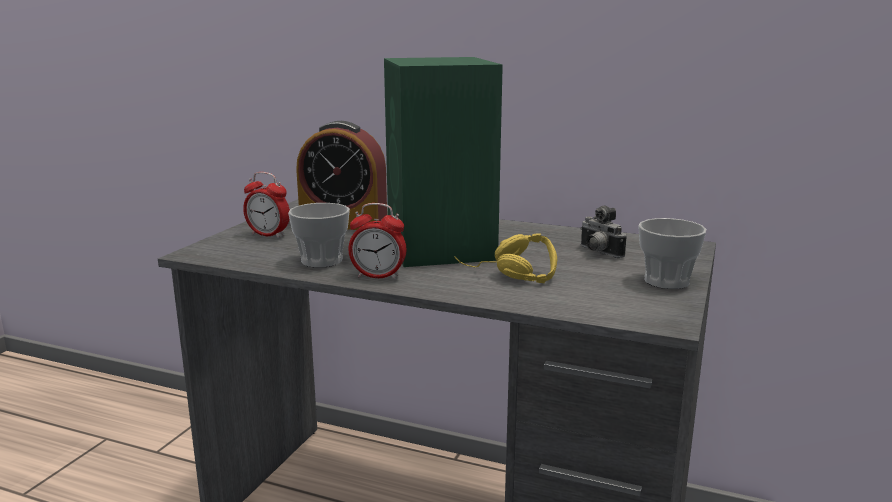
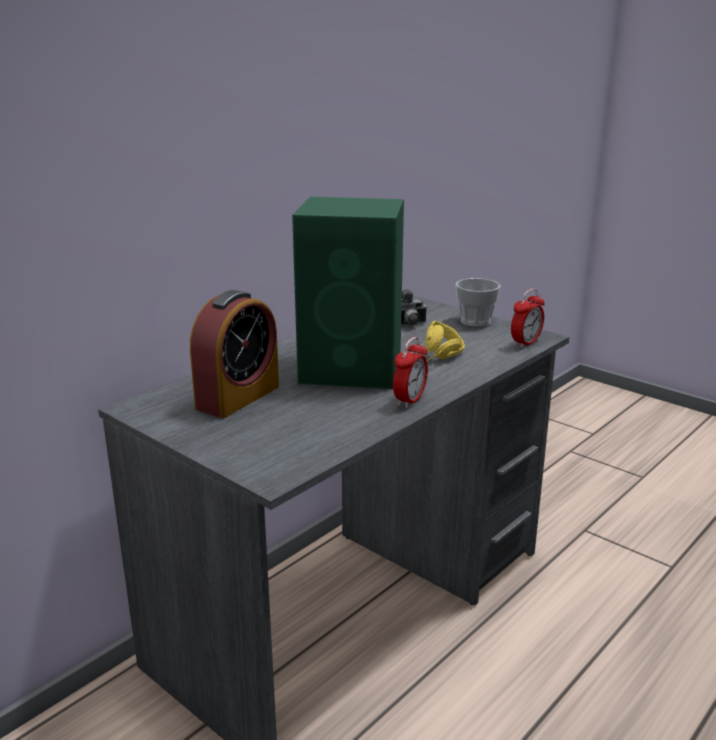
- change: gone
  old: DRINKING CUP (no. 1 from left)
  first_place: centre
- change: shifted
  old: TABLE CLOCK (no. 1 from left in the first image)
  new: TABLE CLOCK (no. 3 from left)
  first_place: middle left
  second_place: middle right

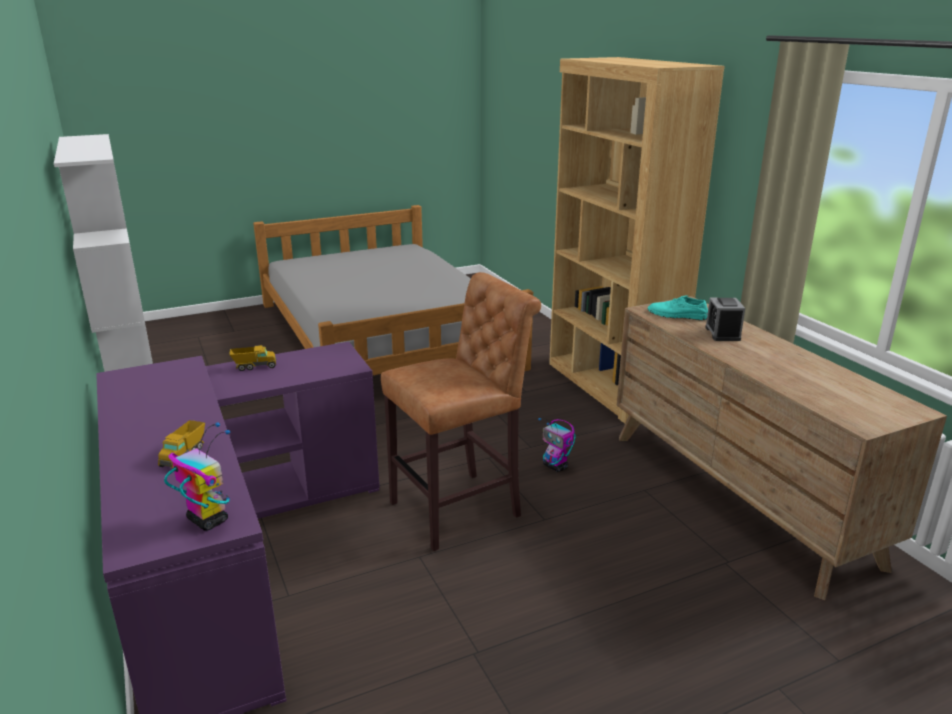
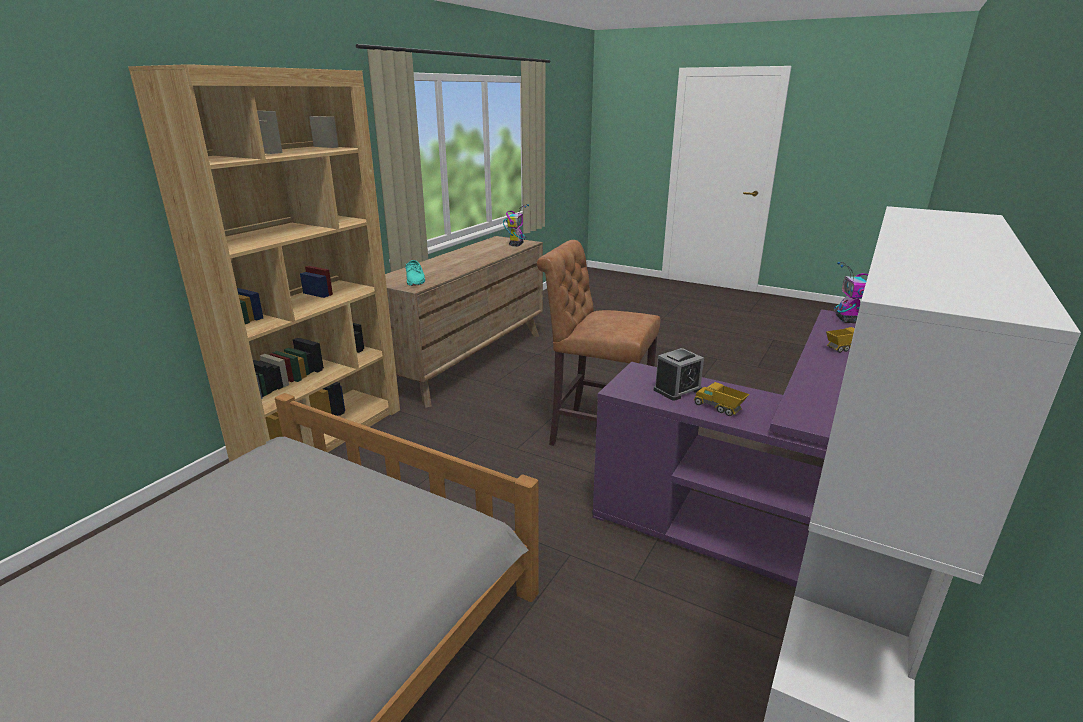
- change: shifted
  old: TOY ROBOT (no. 2 from left in the first image)
  new: TOY ROBOT (no. 1 from left)
  first_place: centre
  second_place: top centre
- change: shifted
  old: TABLE CLOCK
  first_place: middle right
  second_place: centre

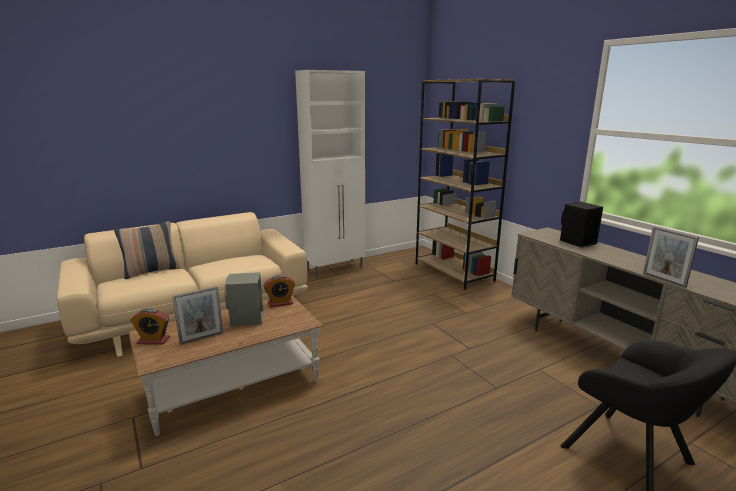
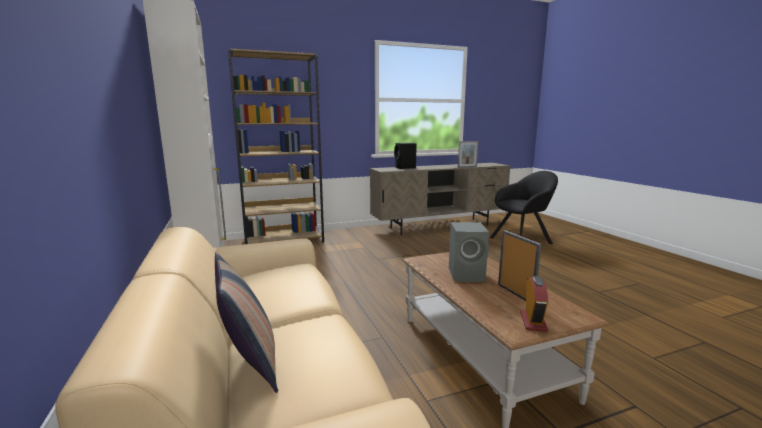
- change: gone
  old: TABLE CLOCK (no. 2 from left)
  first_place: centre

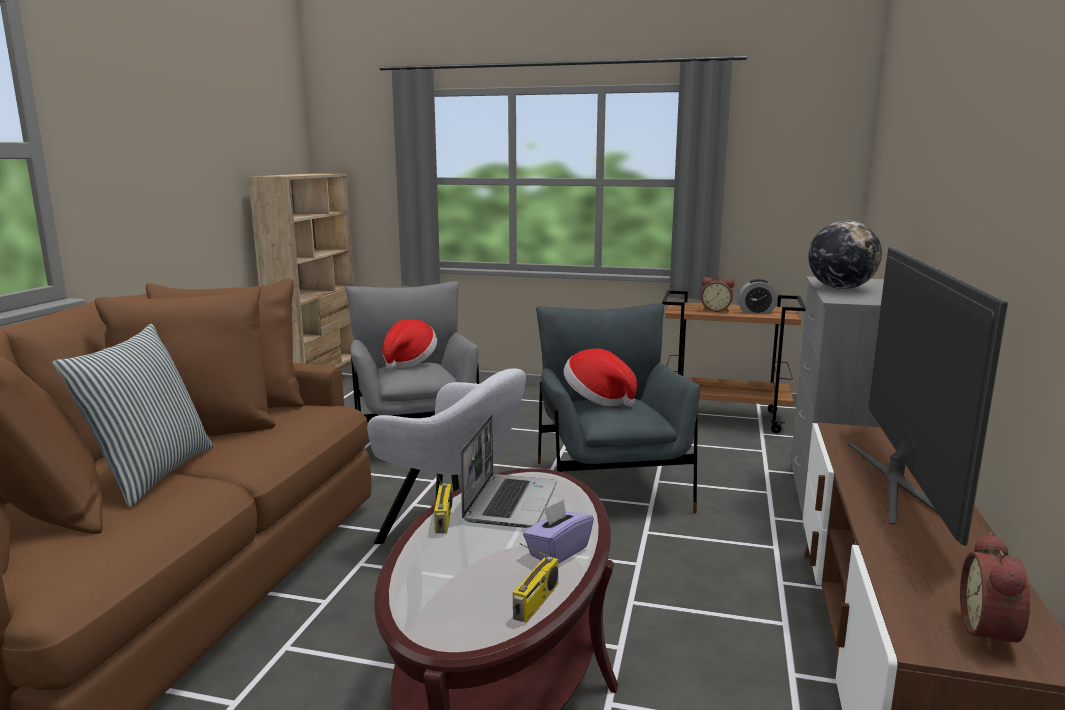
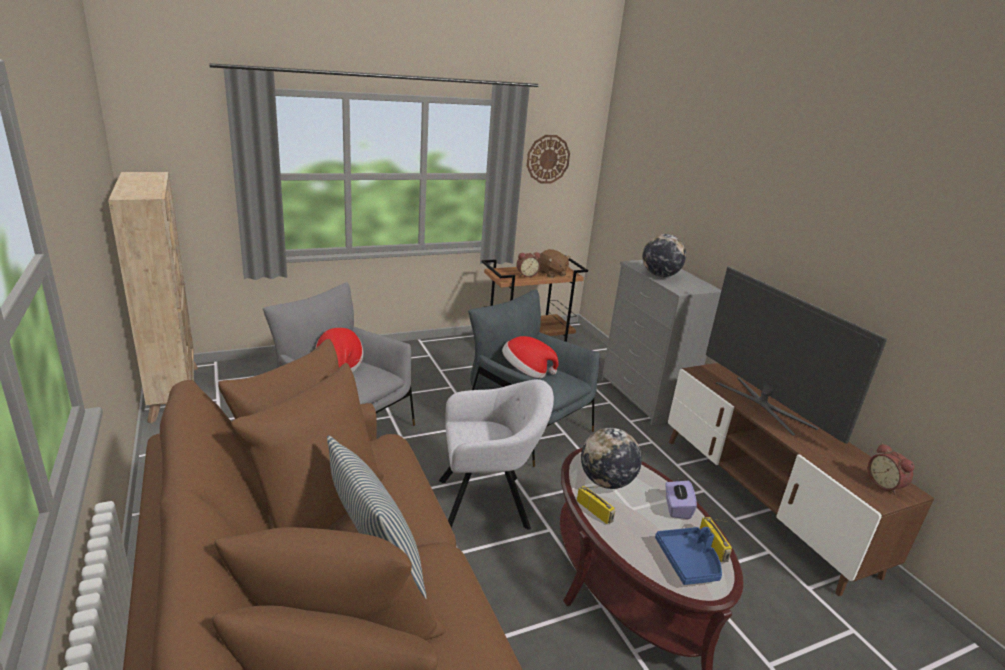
- change: new
  new: HANGING CLOCK
  second_place: top centre
- change: new
  new: BLUE SERVING TRAY
  second_place: bottom right
- change: swapped
  old: LAPTOP
  new: DESK GLOBE (no. 1 from left)
  first_place: centre
  second_place: bottom centre
- change: swapped
  old: TABLE CLOCK (no. 2 from left)
  new: BROWNISH PLUSH TOY
  first_place: middle right
  second_place: centre

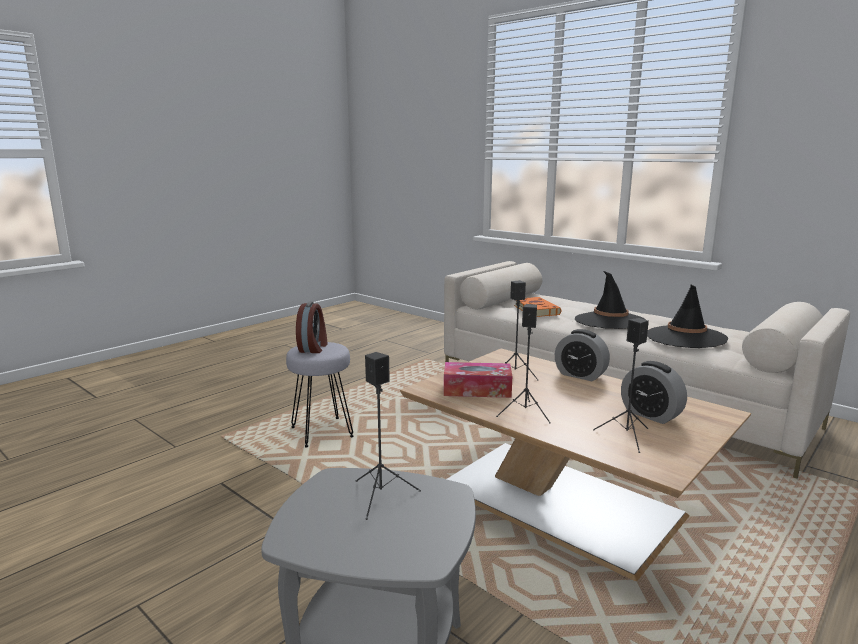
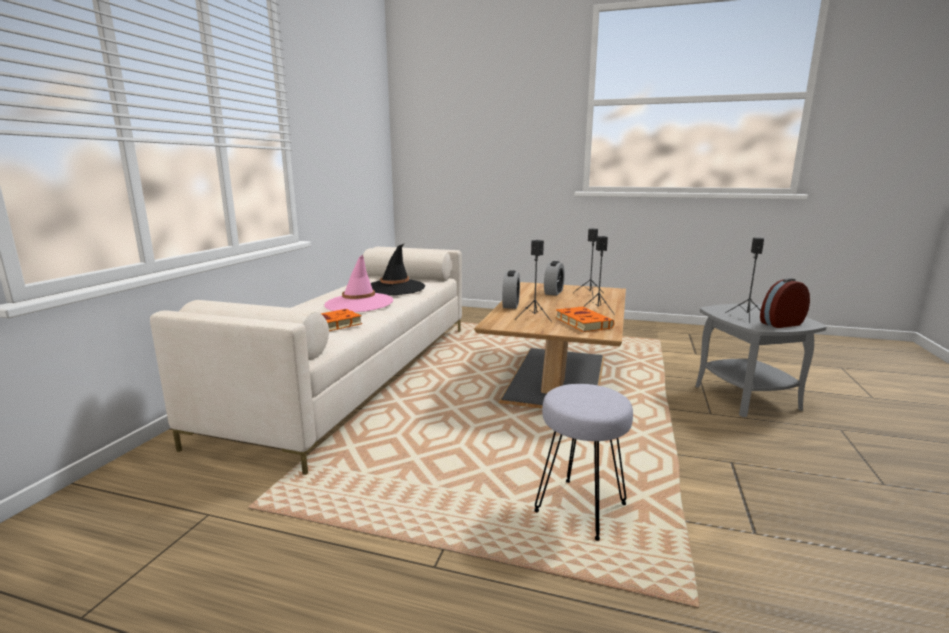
- change: shifted
  old: TABLE CLOCK (no. 1 from left in the first image)
  new: TABLE CLOCK (no. 3 from left)
  first_place: centre
  second_place: middle right
- change: swapped
  old: BOX OF TISSUES
  new: ORANGE-COLOURED VOLUME (no. 2 from left)
  first_place: centre
  second_place: centre
- change: repainted
  old: BLACKISH HAT (no. 1 from left)
  new: PINK HAT
  first_place: middle right
  second_place: centre

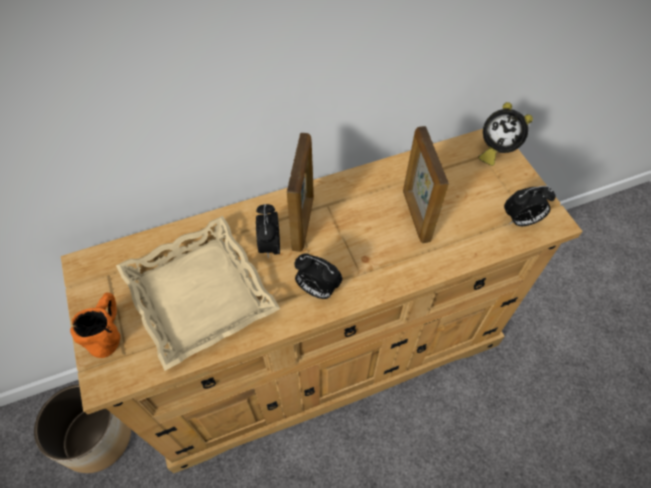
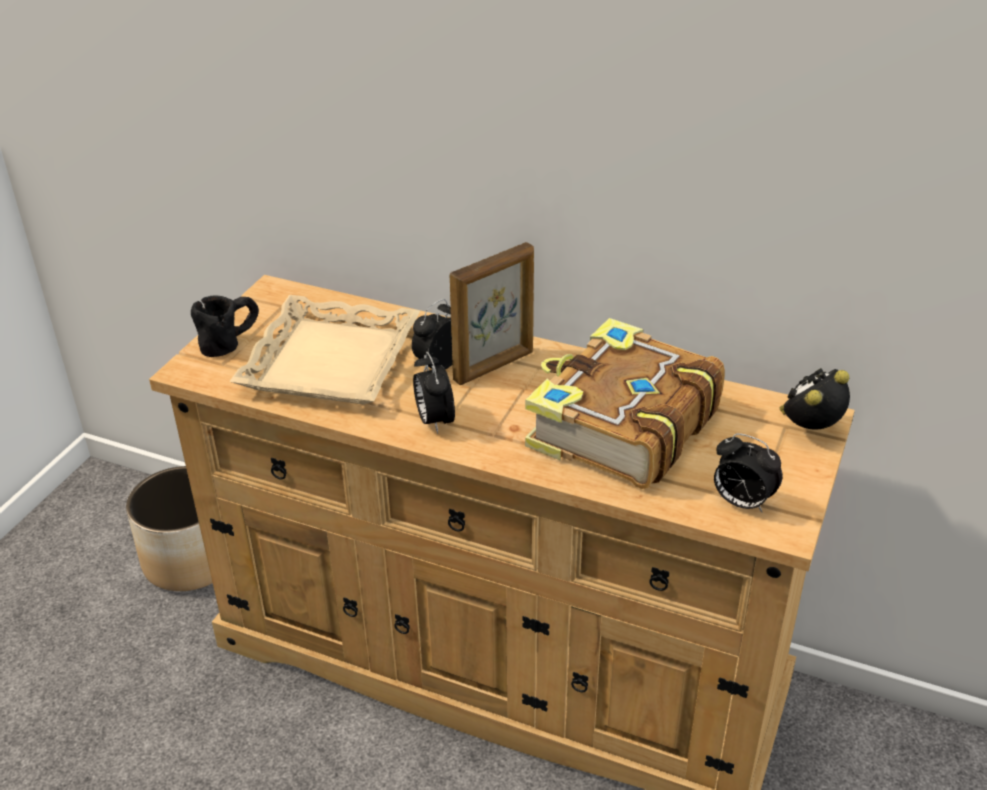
- change: swapped
  old: PICTURE FRAME (no. 2 from left)
  new: VOLUME
  first_place: centre
  second_place: centre
- change: repainted
  old: ORANGE-COLOURED COFFEE MUG
  new: BLACKISH COFFEE MUG
  first_place: middle left
  second_place: middle left
- change: rotated
  old: TABLE CLOCK (no. 3 from left in the first image)
  first_place: top right
  second_place: middle right
  degrees: 75

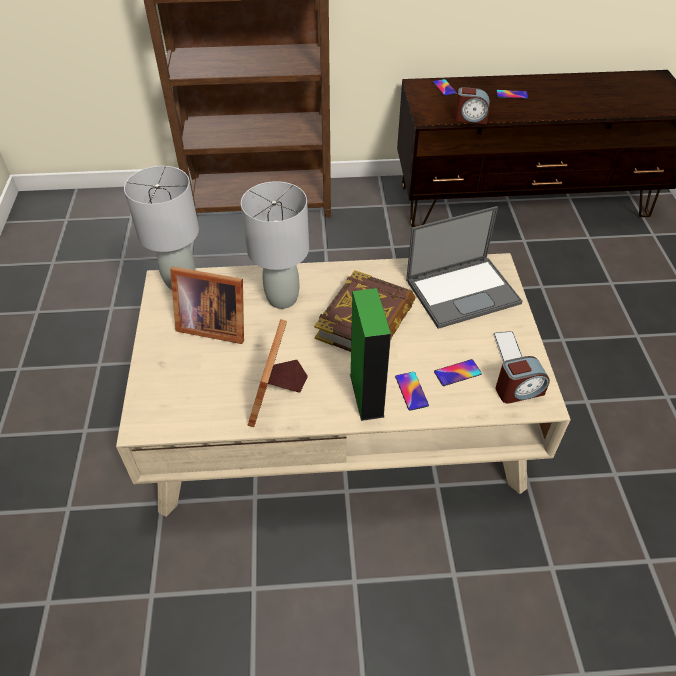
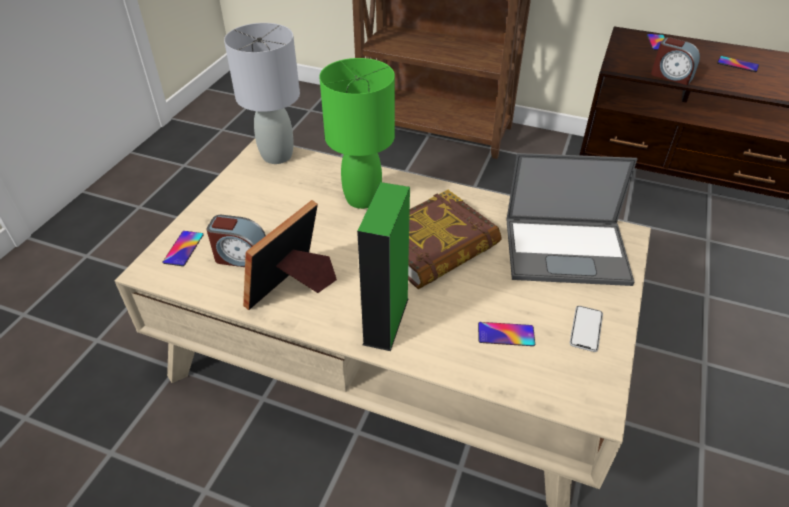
- change: gone
  old: PICTURE FRAME (no. 1 from left)
  first_place: middle left
- change: shifted
  old: PHONE (no. 1 from left)
  first_place: centre
  second_place: middle left
- change: shifted
  old: TABLE CLOCK (no. 2 from left in the first image)
  new: TABLE CLOCK (no. 1 from left)
  first_place: middle right
  second_place: middle left
- change: repainted
  old: GRAY TABLE LAMP (no. 2 from left)
  new: GREEN TABLE LAMP
  first_place: centre
  second_place: top centre

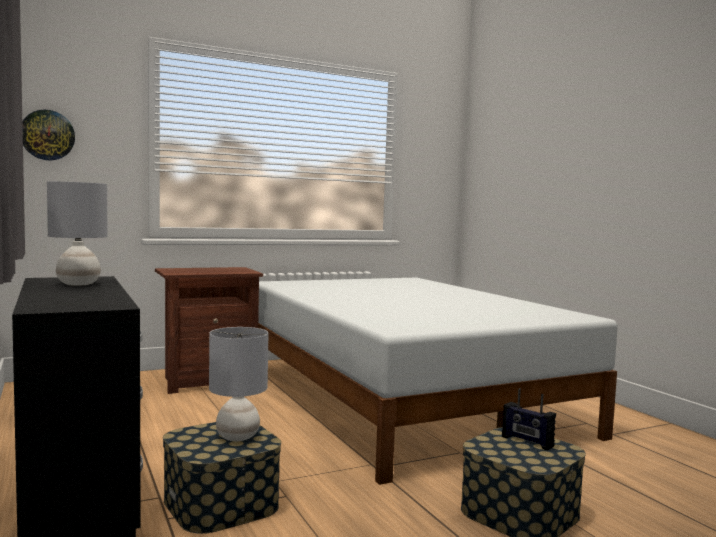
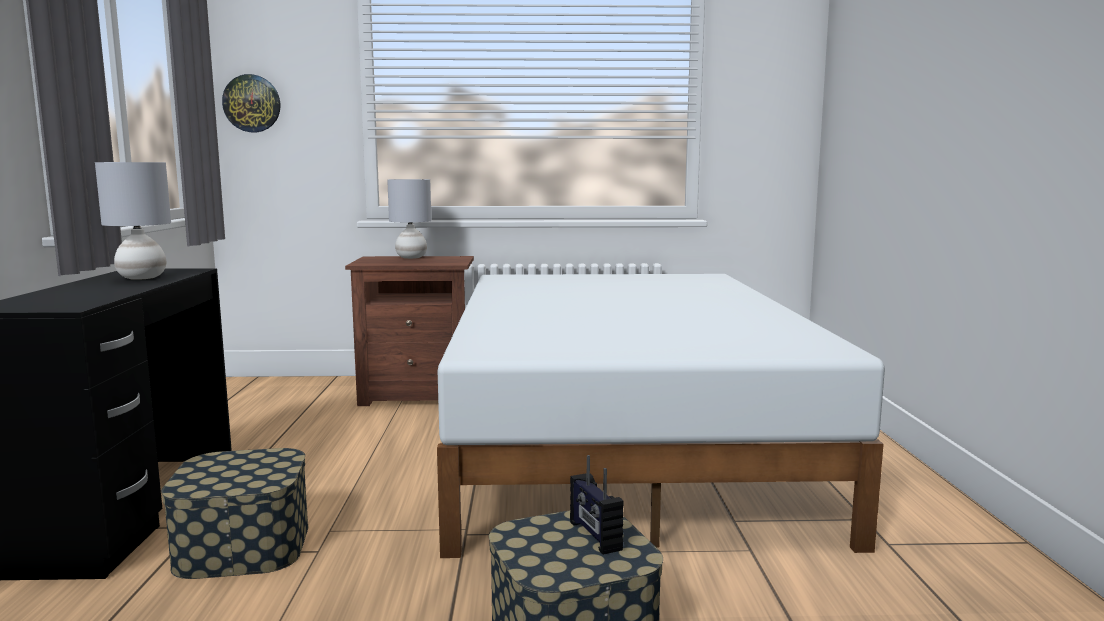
- change: shifted
  old: GRAY TABLE LAMP (no. 2 from left)
  first_place: bottom centre
  second_place: centre

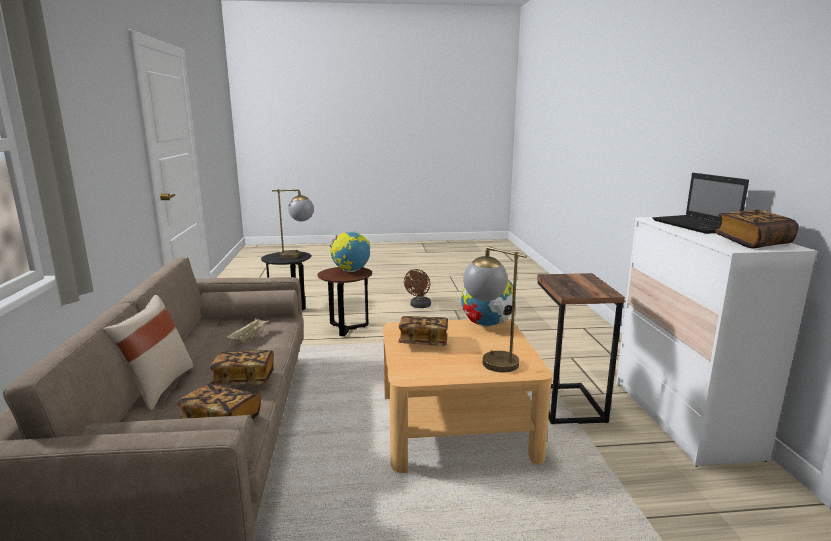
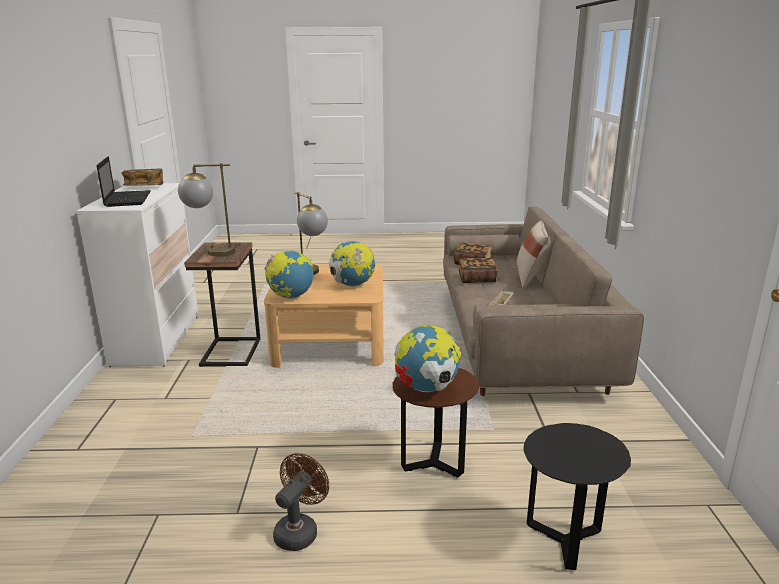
- change: shifted
  old: TABLE LAMP (no. 1 from left)
  first_place: centre
  second_place: middle left
- change: swapped
  old: VOLUME (no. 3 from left)
  new: DESK GLOBE (no. 2 from left)
  first_place: centre
  second_place: centre

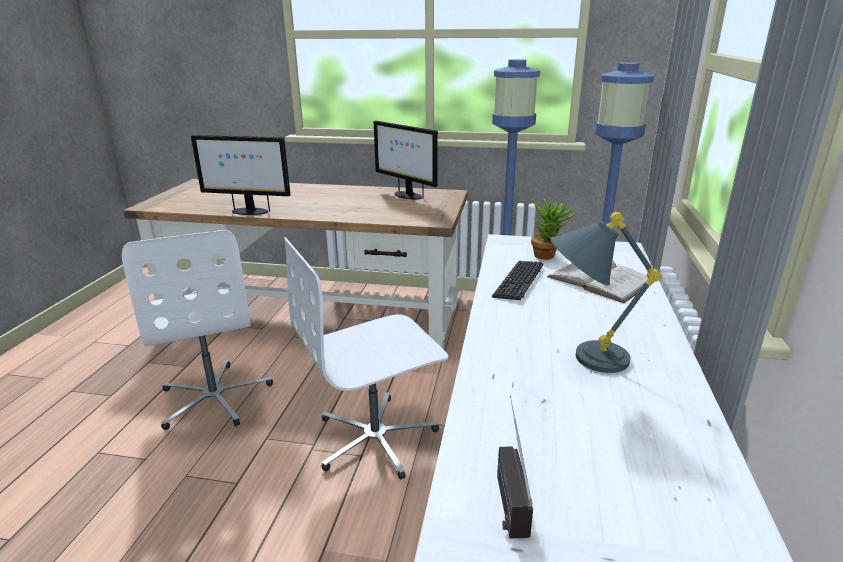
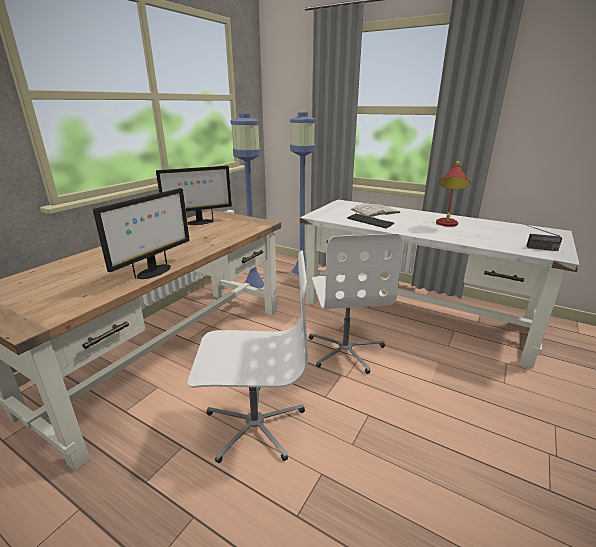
- change: gone
  old: HOUSEPLANT
  first_place: centre
- change: repainted
  old: GRAY TABLE LAMP
  new: RED-COLOURED TABLE LAMP
  first_place: middle right
  second_place: middle right

